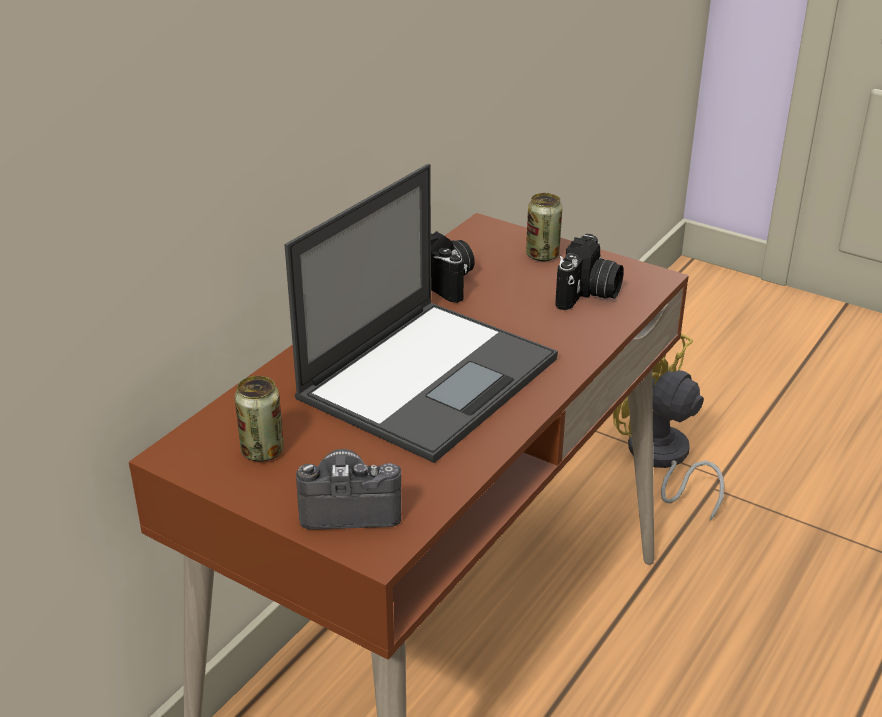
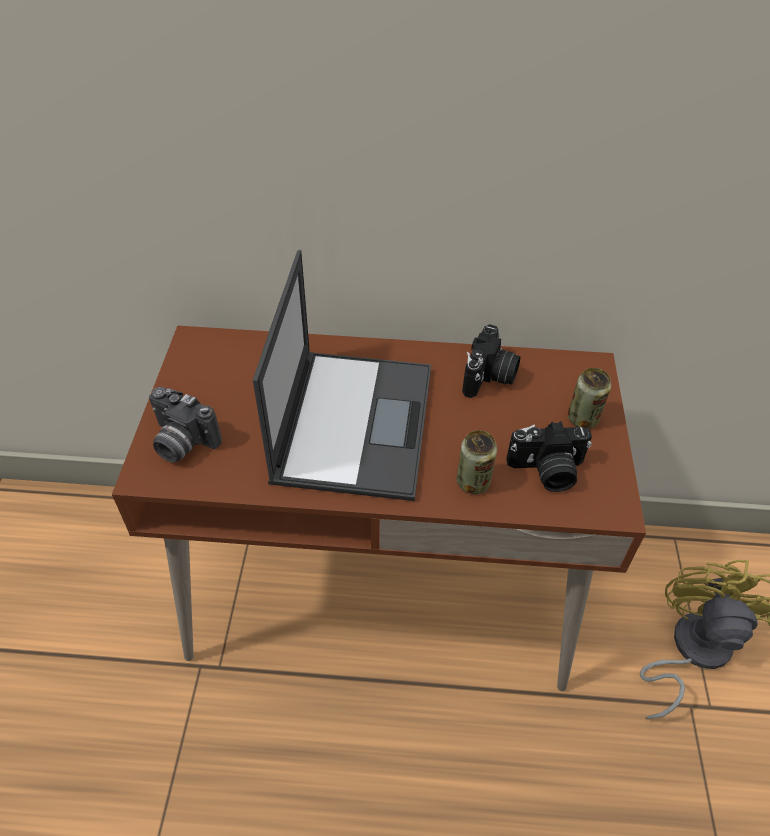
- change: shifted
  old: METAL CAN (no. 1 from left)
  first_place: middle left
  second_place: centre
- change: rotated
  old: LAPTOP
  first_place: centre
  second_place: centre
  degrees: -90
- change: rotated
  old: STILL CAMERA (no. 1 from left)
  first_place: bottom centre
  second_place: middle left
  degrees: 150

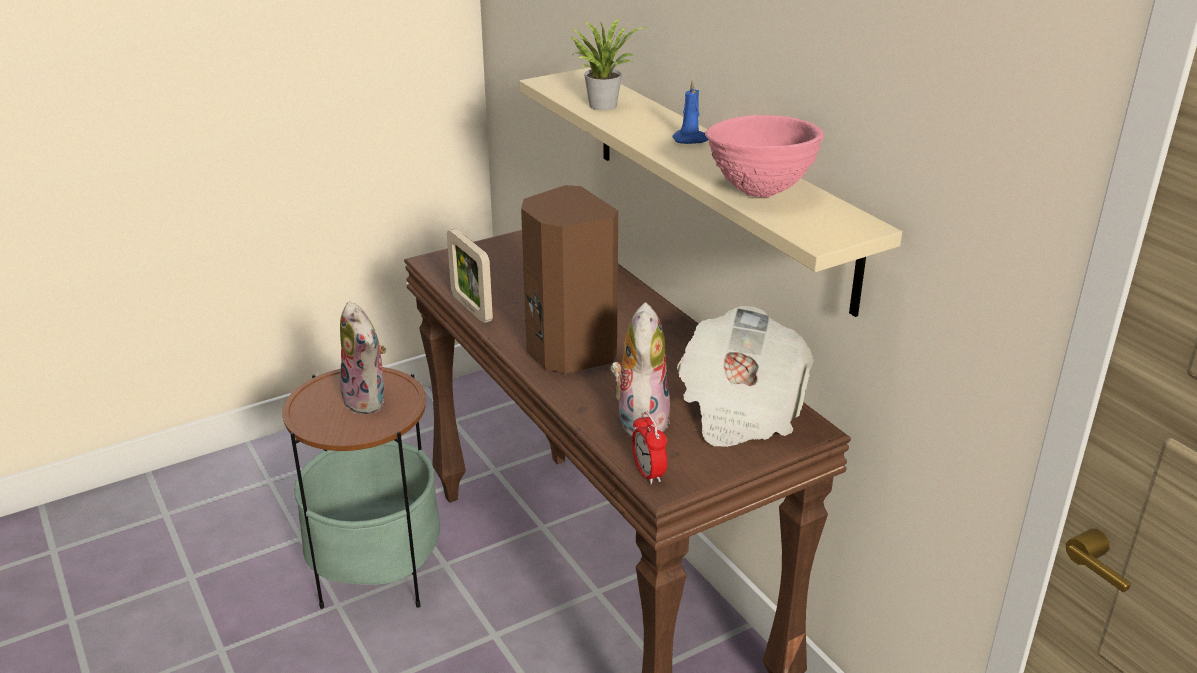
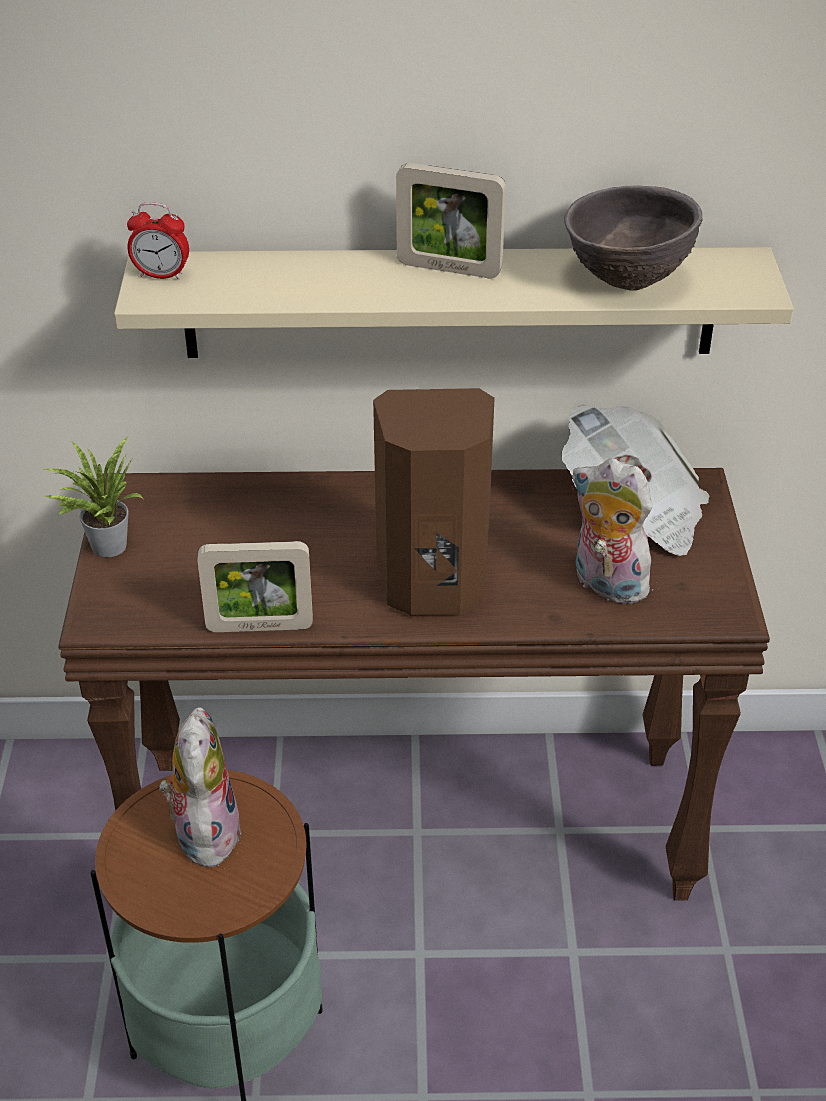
- change: shifted
  old: HOUSEPLANT
  first_place: top centre
  second_place: middle left
- change: shifted
  old: TABLE CLOCK
  first_place: centre
  second_place: top left
- change: swapped
  old: BLUE WAX LIGHT
  new: PICTURE FRAME (no. 2 from left)
  first_place: top centre
  second_place: top centre
- change: repainted
  old: PINK BOWL
  new: BROWNISH BOWL
  first_place: top centre
  second_place: top right
- change: rotated
  old: PLUSH TOY (no. 1 from left)
  first_place: middle left
  second_place: bottom left
  degrees: -90

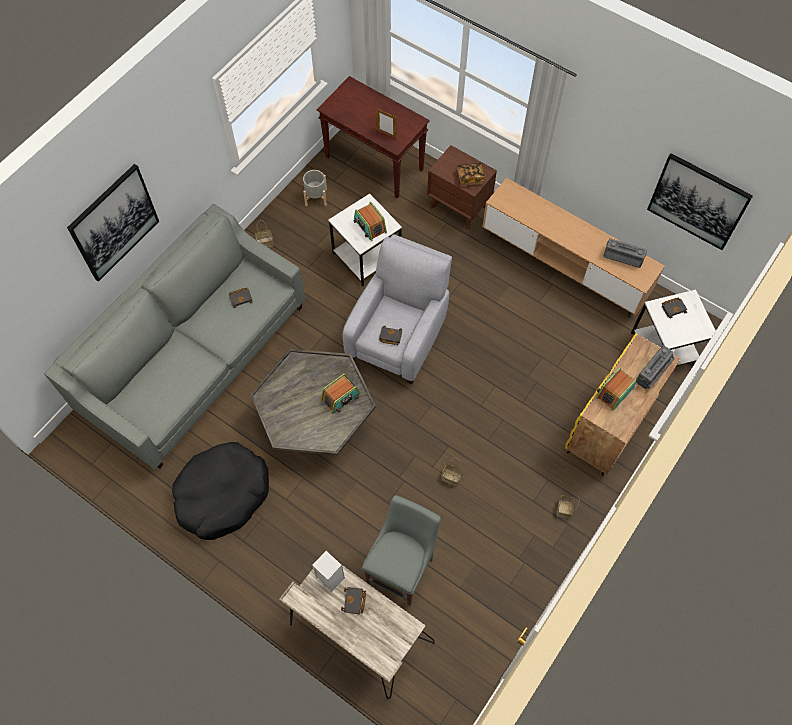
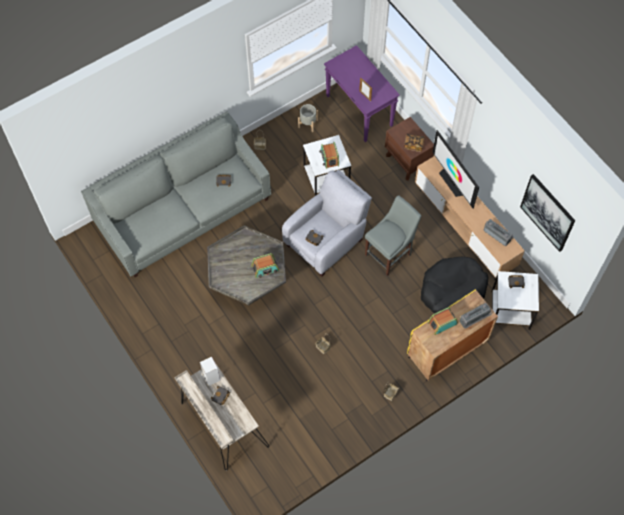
- change: gone
  old: PICTURE (no. 1 from left)
  first_place: top left
- change: new
  new: TELEVISION
  second_place: top right
- change: shifted
  old: BLACKISH PET BED
  first_place: bottom left
  second_place: middle right
- change: shifted
  old: GRAY UPRIGHT CHAIR
  first_place: bottom centre
  second_place: centre
- change: repainted
  old: BROWNISH CONSOLE TABLE
  new: PURPLE CONSOLE TABLE
  first_place: top centre
  second_place: top centre

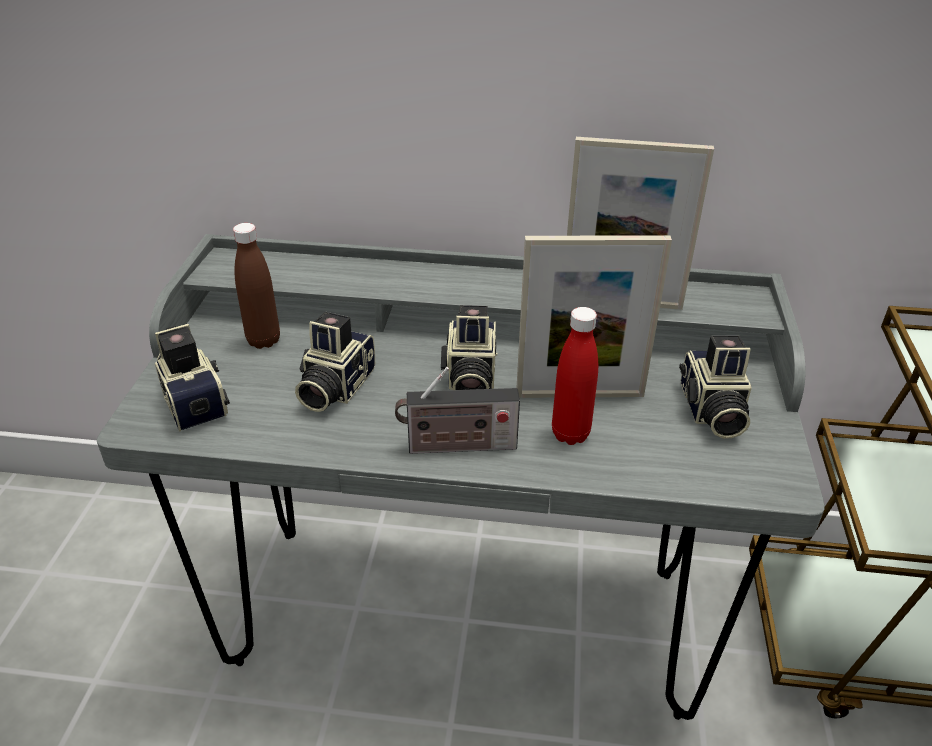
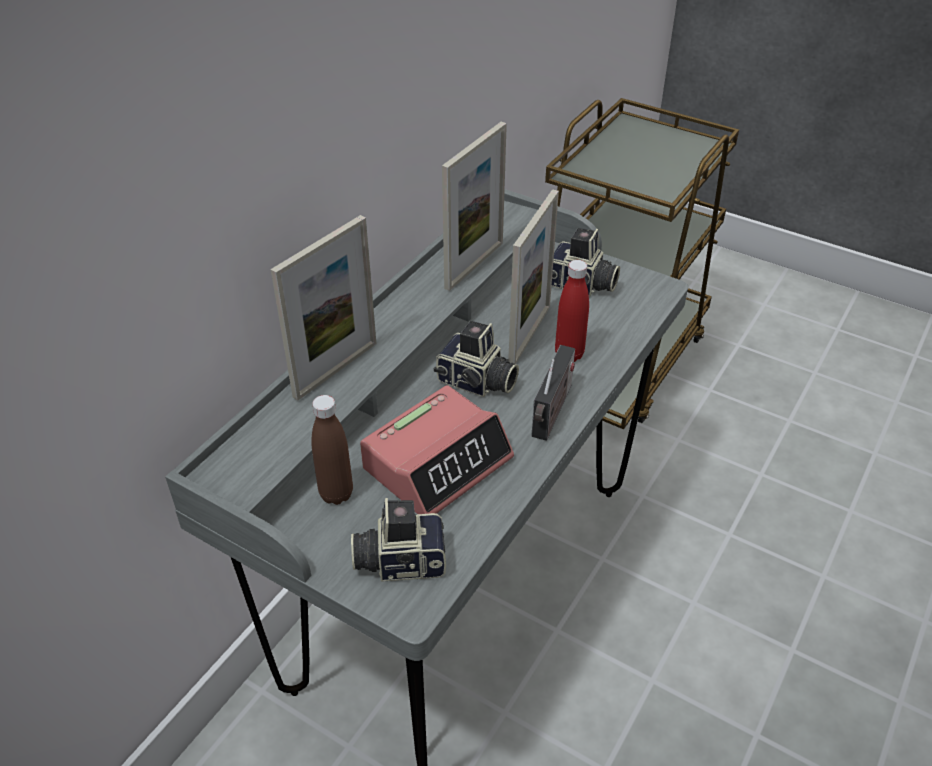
- change: new
  new: PICTURE FRAME (no. 1 from left)
  second_place: centre
- change: swapped
  old: STILL CAMERA (no. 2 from left)
  new: TABLE CLOCK
  first_place: centre
  second_place: centre

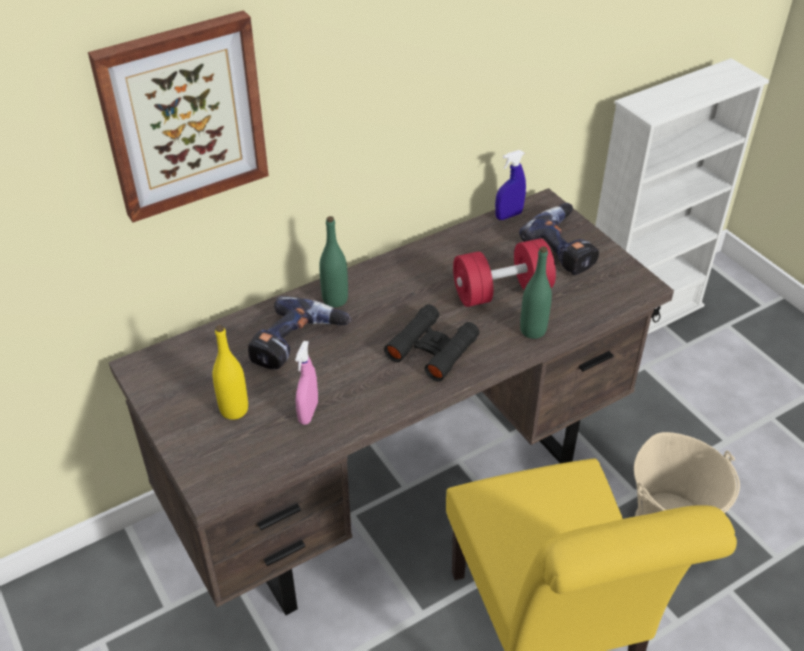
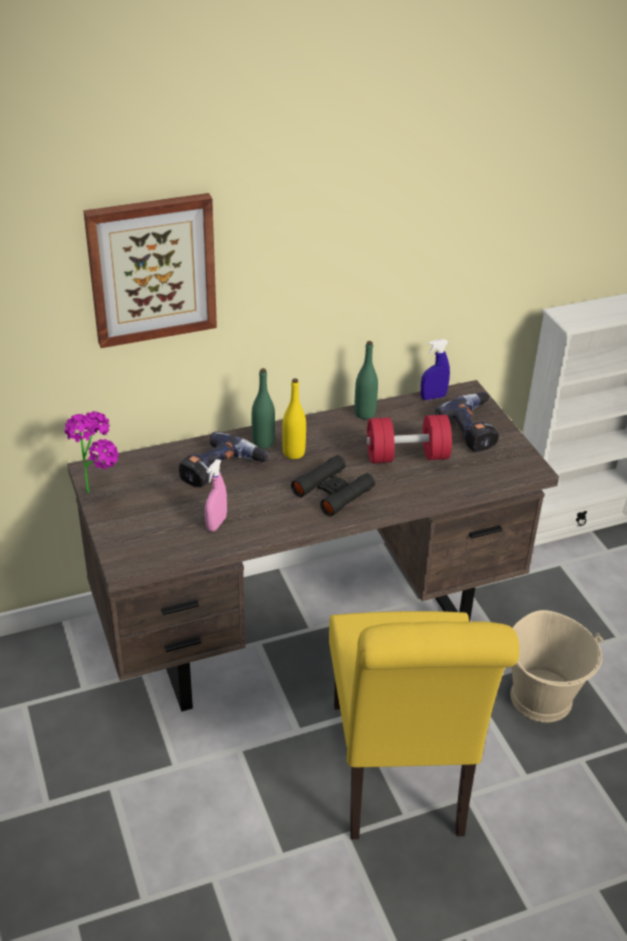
- change: new
  new: HOUSEPLANT
  second_place: middle left
- change: shifted
  old: YELLOW DRINK BOTTLE
  first_place: middle left
  second_place: centre
- change: shifted
  old: GREEN DRINK BOTTLE (no. 2 from left)
  first_place: middle right
  second_place: centre

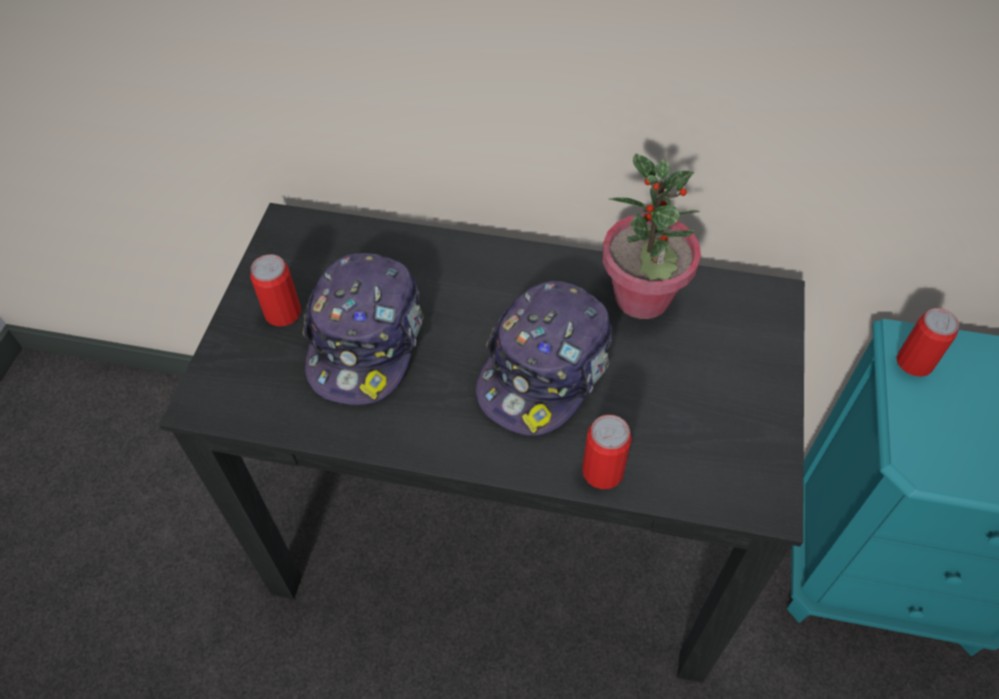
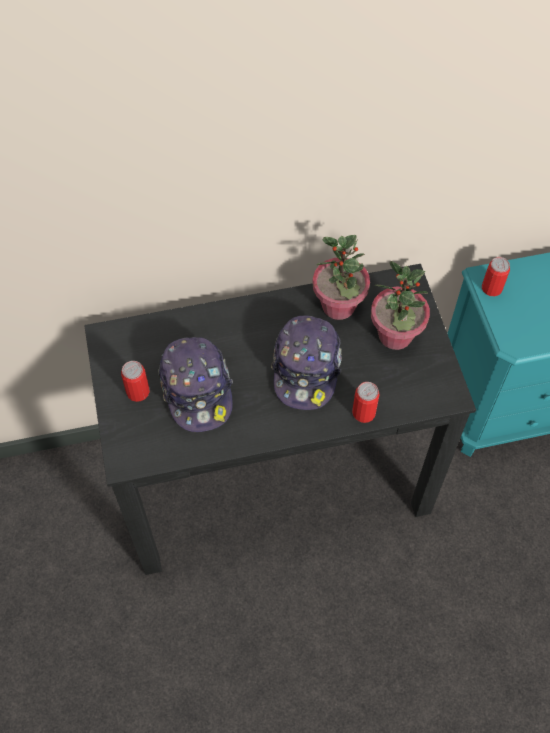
- change: new
  new: HOUSEPLANT (no. 2 from left)
  second_place: middle right

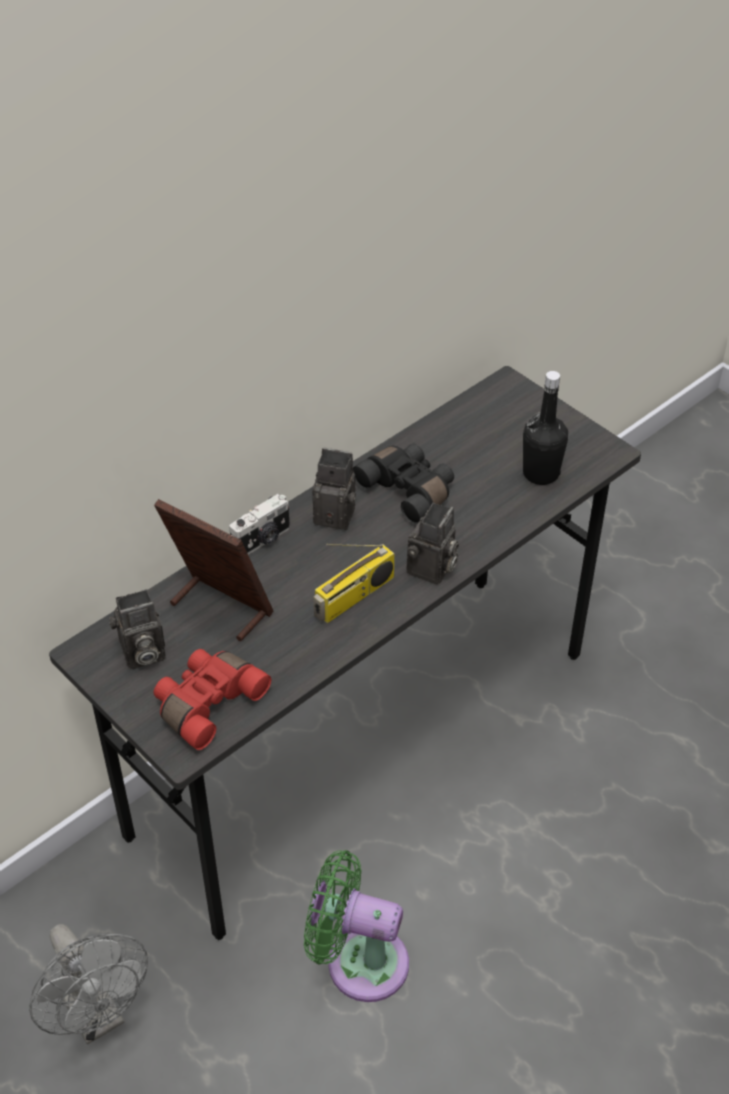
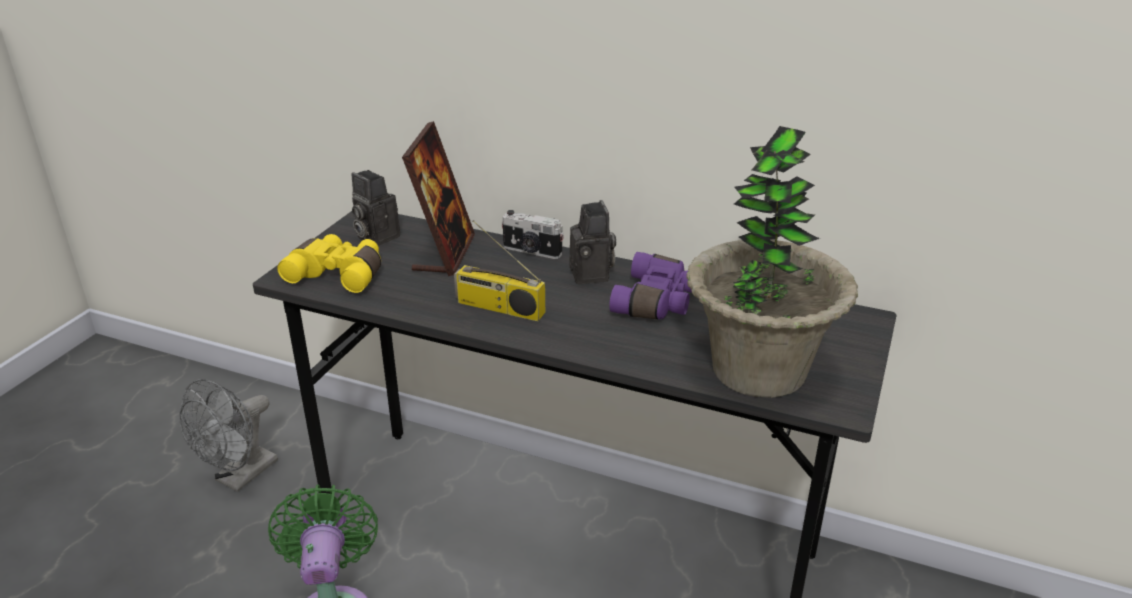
- change: gone
  old: STILL CAMERA (no. 4 from left)
  first_place: centre
- change: swapped
  old: BLACKISH DRINK BOTTLE
  new: HOUSEPLANT
  first_place: middle right
  second_place: middle right
- change: repainted
  old: RED-COLOURED BINOCULARS
  new: YELLOW BINOCULARS
  first_place: middle left
  second_place: middle left
- change: repainted
  old: BLACKISH BINOCULARS
  new: PURPLE BINOCULARS
  first_place: centre
  second_place: centre

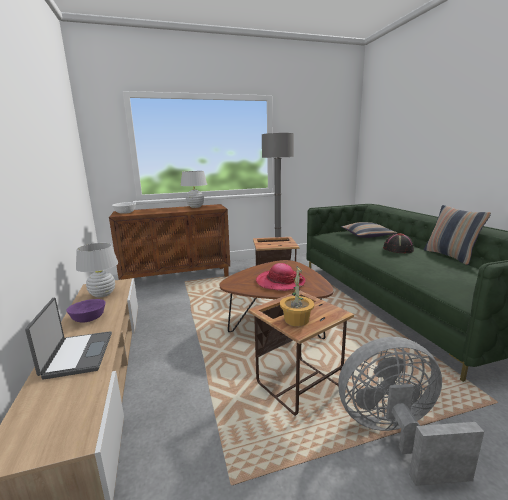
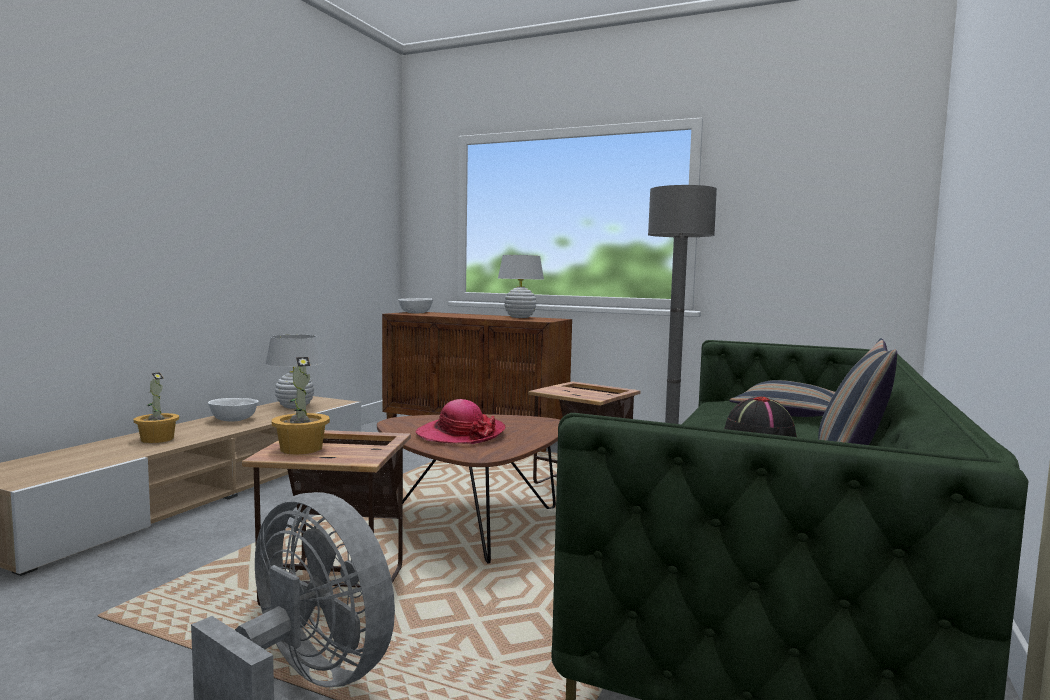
- change: swapped
  old: LAPTOP
  new: HOUSEPLANT (no. 1 from left)
  first_place: bottom left
  second_place: middle left
- change: repainted
  old: PURPLE BOWL
  new: WHITISH BOWL (no. 1 from left)
  first_place: middle left
  second_place: middle left

